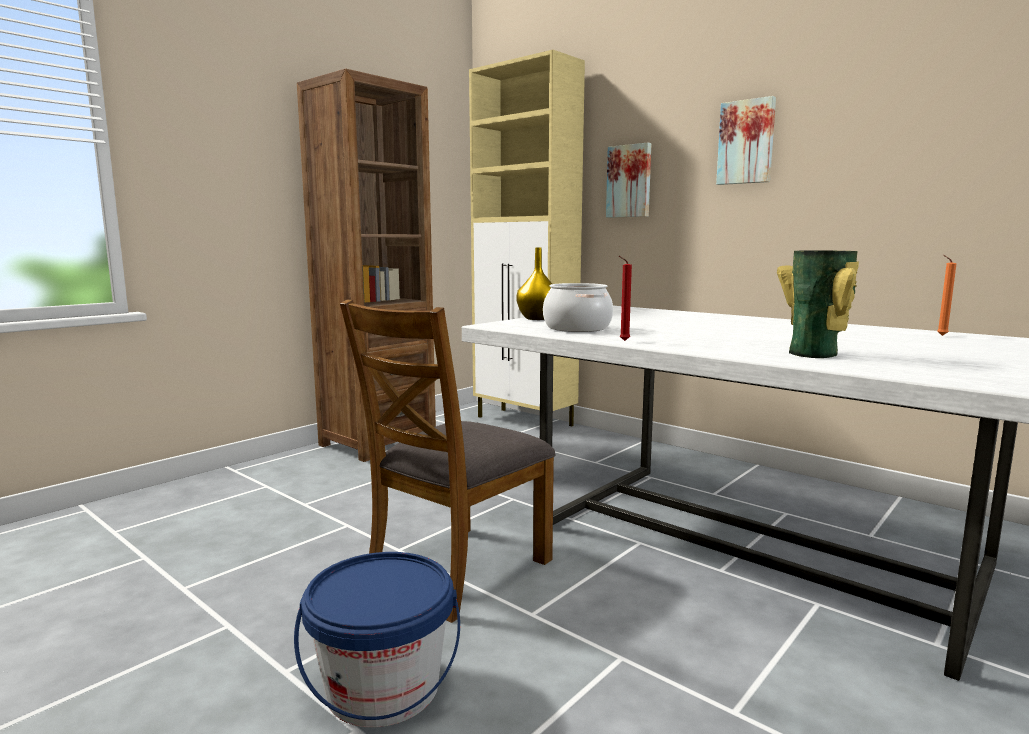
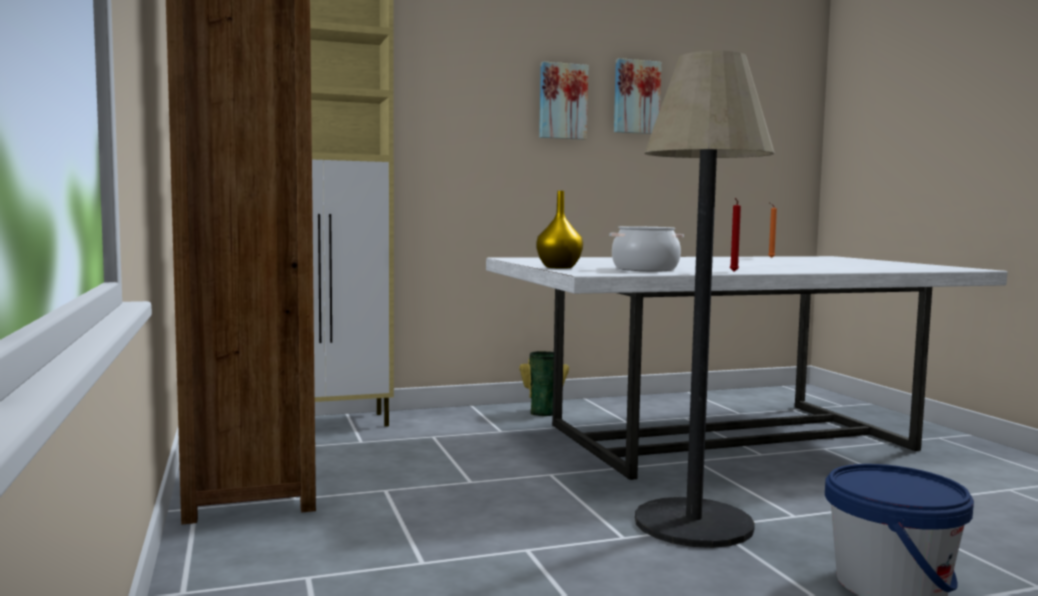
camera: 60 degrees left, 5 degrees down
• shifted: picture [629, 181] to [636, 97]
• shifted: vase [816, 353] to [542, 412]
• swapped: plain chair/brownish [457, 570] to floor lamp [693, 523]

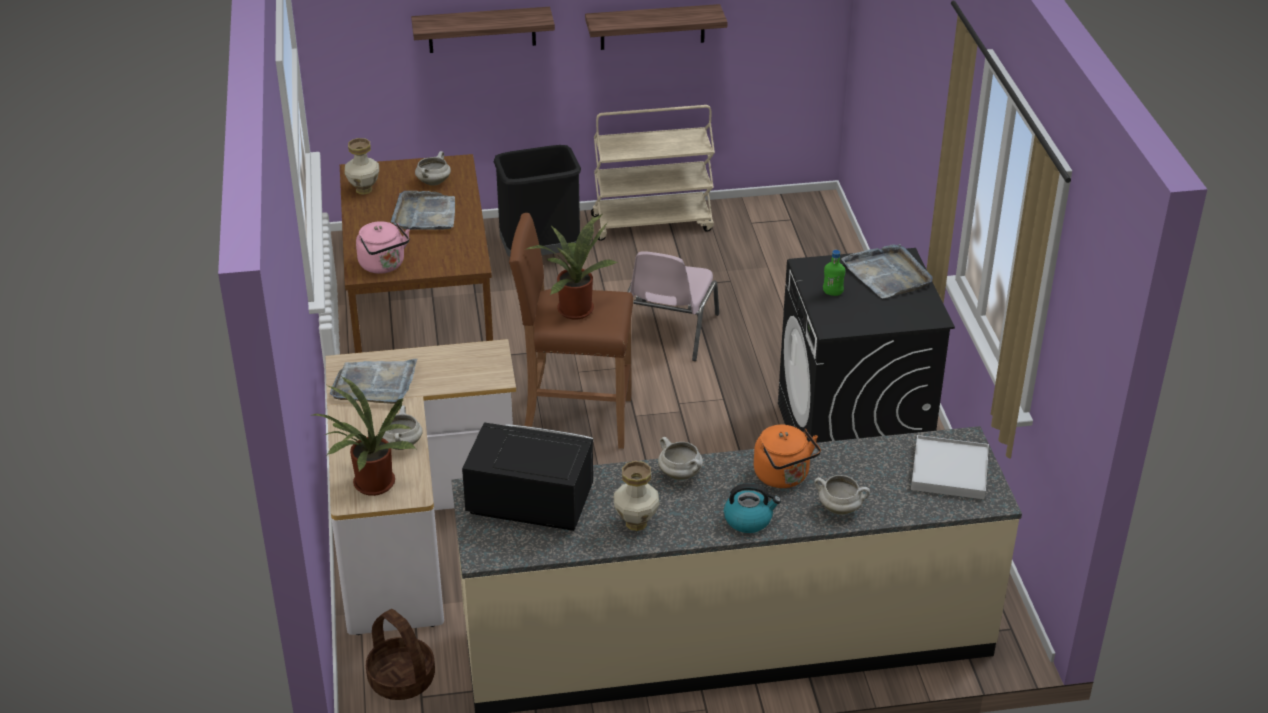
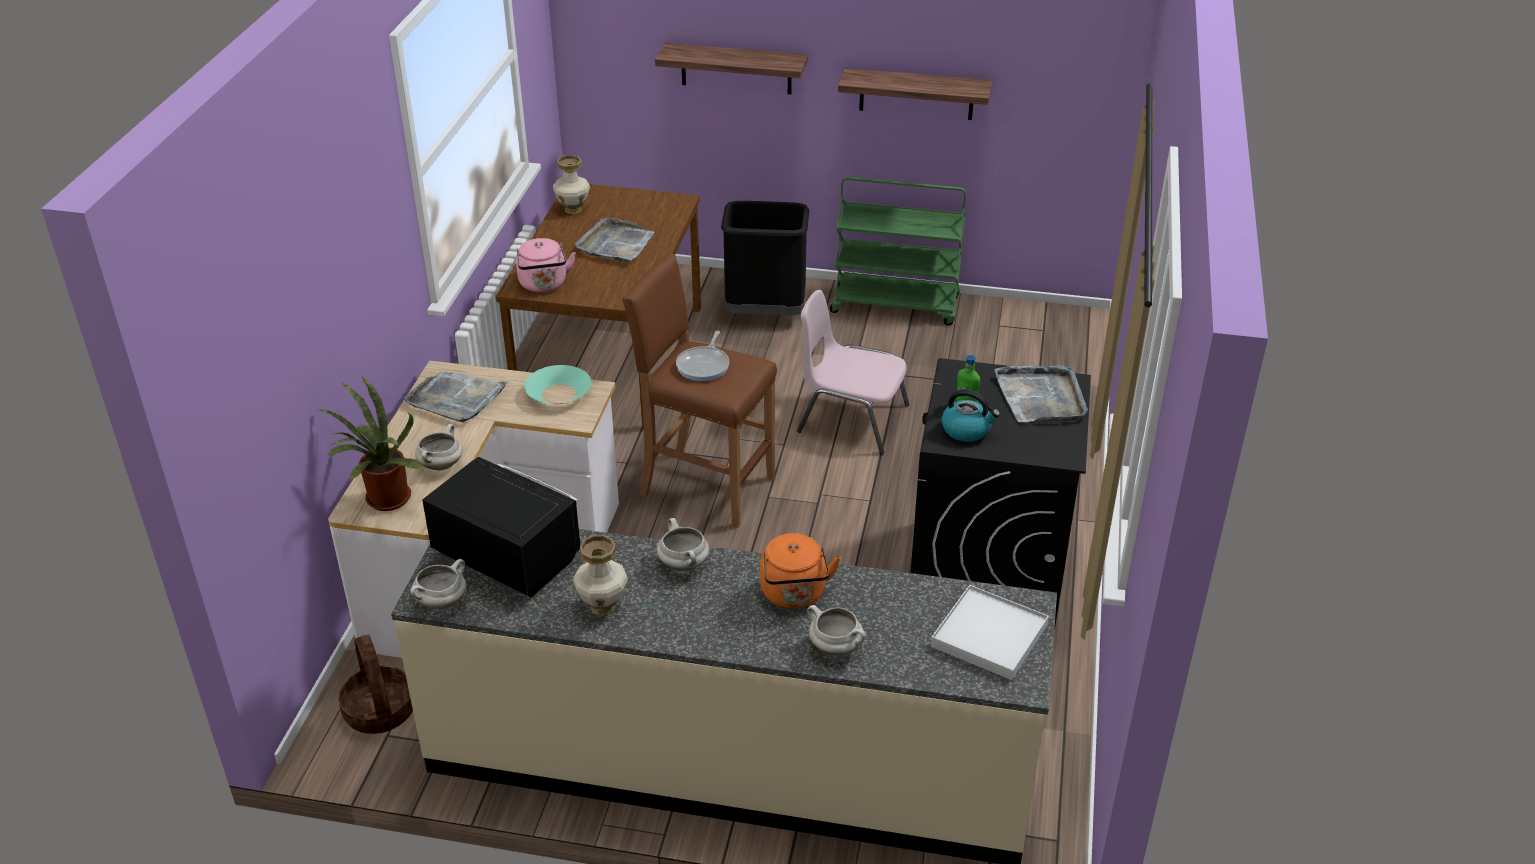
camera: 20 degrees right, 0 degrees up
• new: bowl/turquoise-coloured [559, 394]
• shifted: cooking pot/white [433, 182] to [442, 601]
• shifted: kettle [749, 519] to [967, 430]
• swapped: plant in a pot [574, 308] to frying pan [704, 365]
• repainted: trolley/beige-coloured [652, 222] to trolley/greenish [896, 305]
• rotated: plain chair/pink-coloured [669, 332] = [851, 418] 75 degrees clockwise

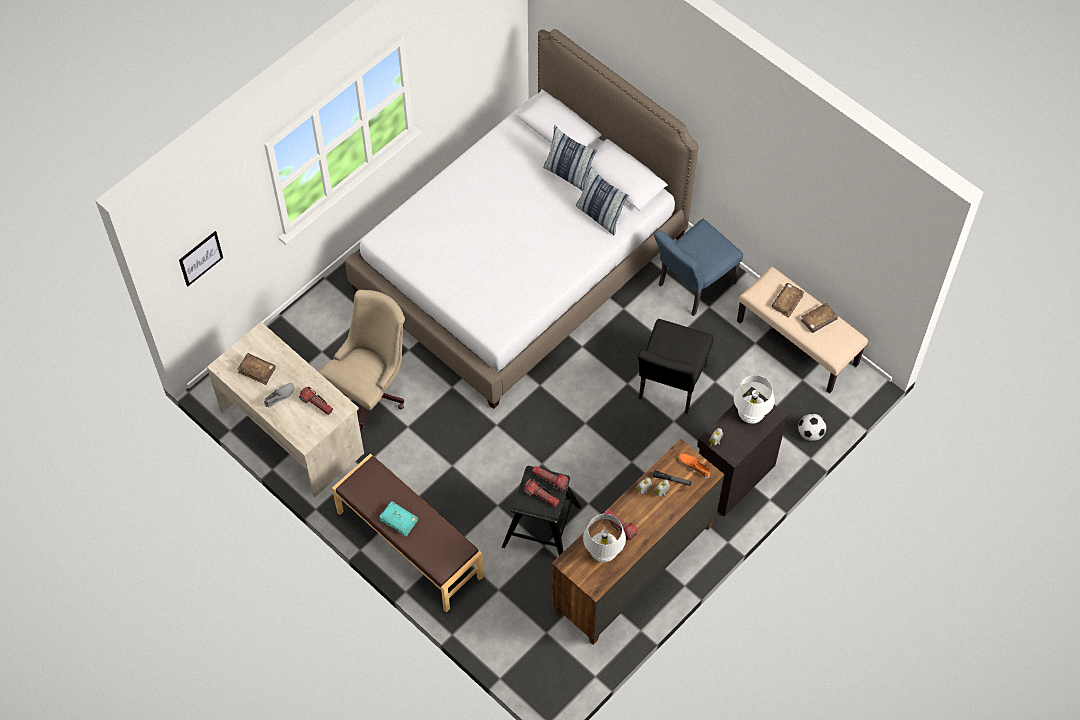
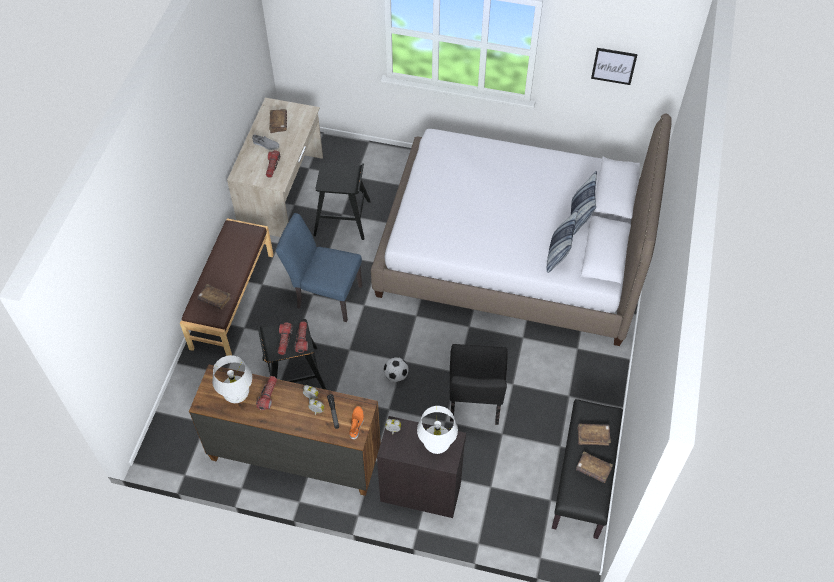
camera: 60 degrees right, 5 degrees down
• gone: bound book/turquoise-coloured [399, 520]
• new: bound book/brownish [214, 299]
• shifted: picture [200, 258] to [613, 66]
• shifted: plain chair/blue [692, 287] to [324, 295]
• shifted: football [810, 433] to [396, 376]
• swapped: office chair/beige-coloured [370, 390] to stool seat/black [343, 218]
• repainted: long seat/beige-coloured [798, 343] to long seat/black [584, 479]
• rotated: plain chair/black [670, 386] = [474, 403] 75 degrees counterclockwise

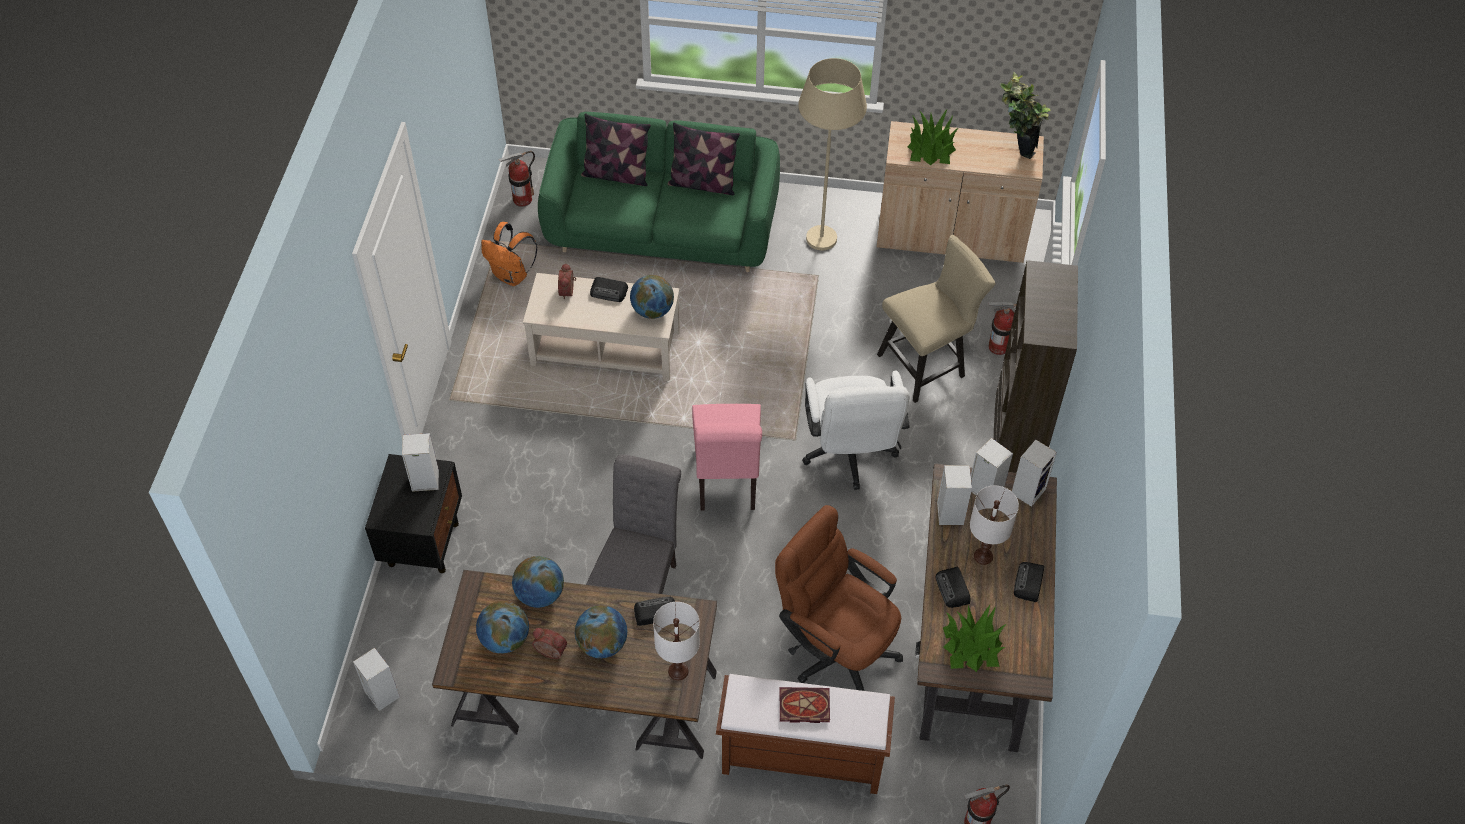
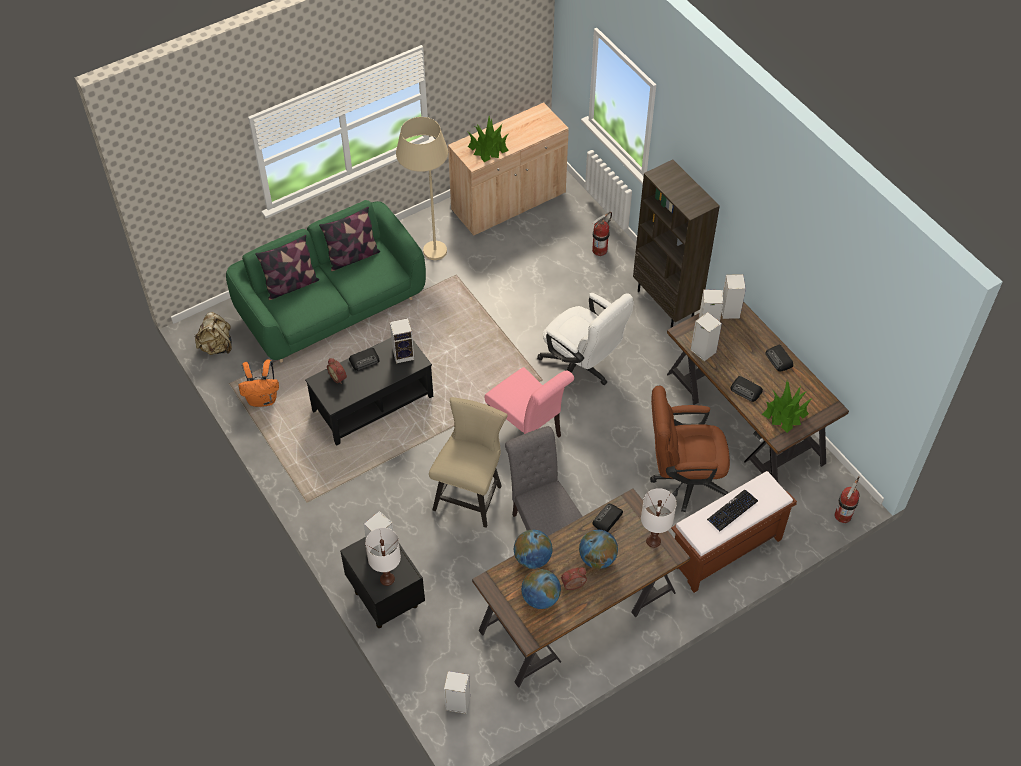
camera: 40 degrees left, 0 degrees up
• gone: plant in a pot [1015, 149]
• shifted: plain chair/beige-coloured [927, 364] to [470, 494]
• shifted: tabletop lamp/white [983, 556] to [387, 578]
• swapped: fire extinguisher [522, 199] to rucksack/beige-coloured [216, 346]
• swapped: world globe [652, 311] to speaker [404, 354]
• swapped: bound book [803, 707] to PC keyboard [732, 511]
• repainted: low table/beige-coloured [606, 348] to low table/black [373, 403]

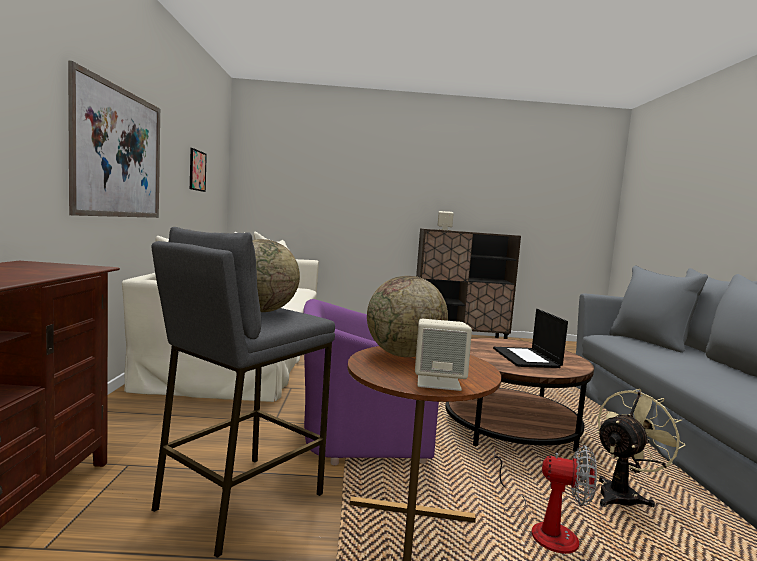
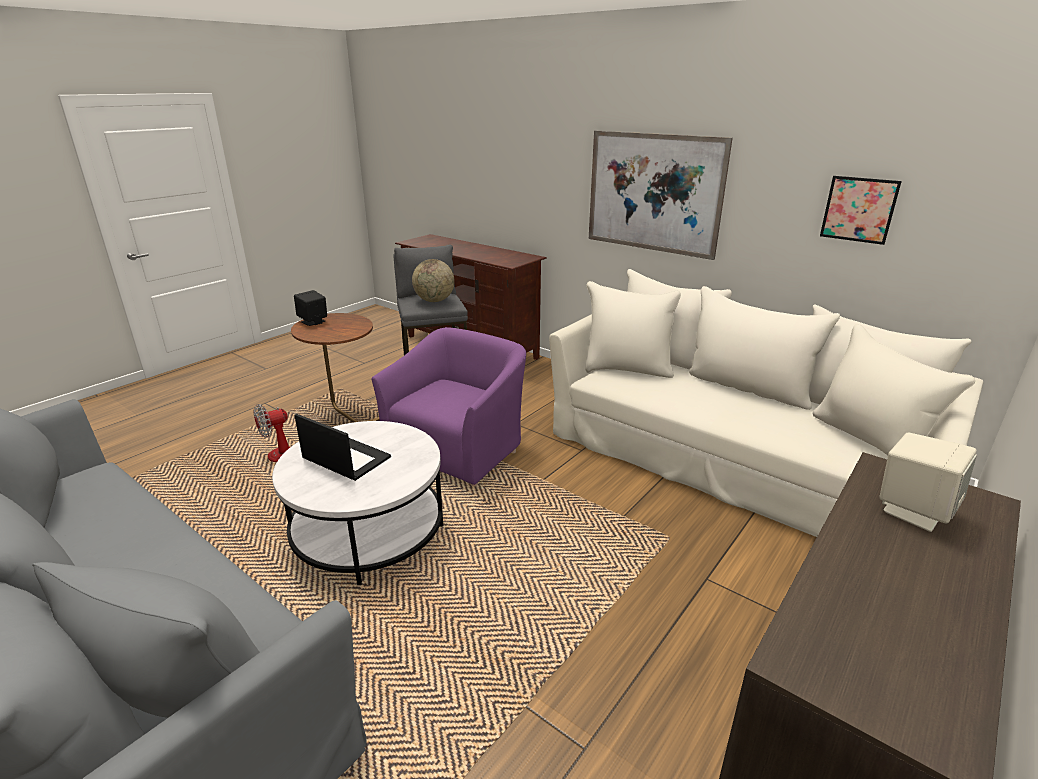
camera: 130 degrees right, 20 degrees up
• gone: world globe [404, 355]
• gone: cooling fan/beige-coloured [623, 495]
• repainted: speaker/beige-coloured [438, 382] to speaker/black [313, 322]
• repainted: low table/brownish [510, 428] to low table/white [368, 531]

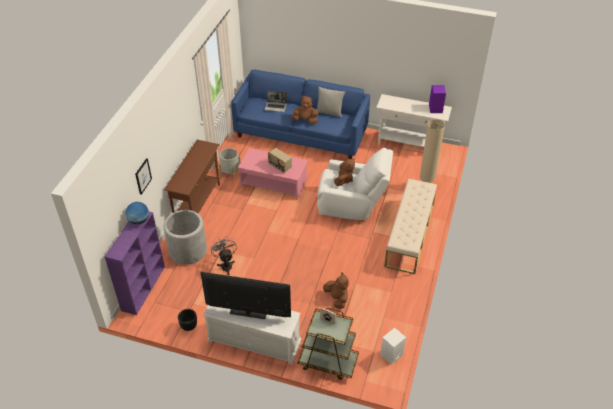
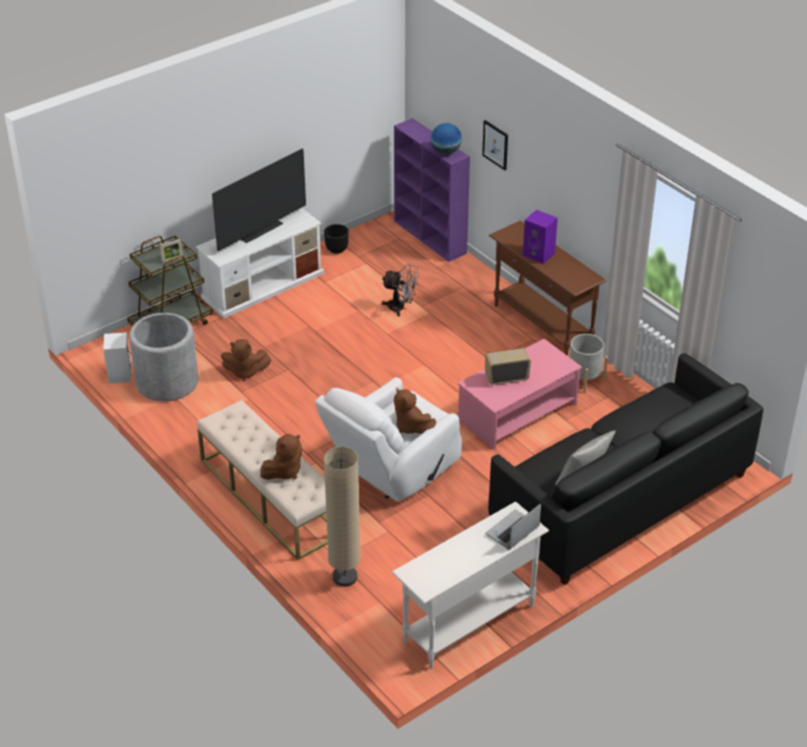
camera: 125 degrees right, 5 degrees down
• shifted: flower pot/grey [187, 250] to [167, 382]
• shifted: laptop [276, 107] to [512, 531]
• shifted: soft toy/brownish [305, 120] to [284, 471]
• shifted: speaker/purple-coloured [435, 108] to [539, 254]
• repainted: settee/blue [301, 133] to settee/black [621, 499]

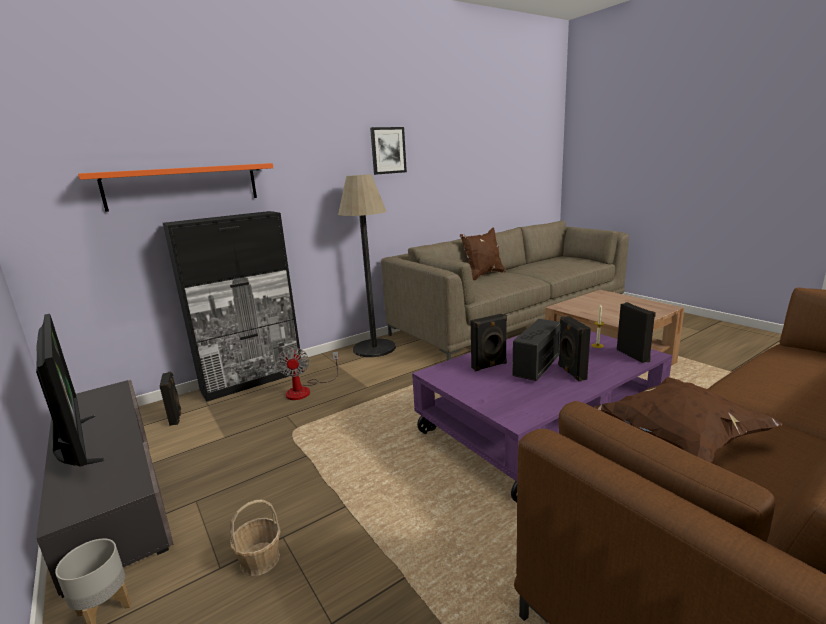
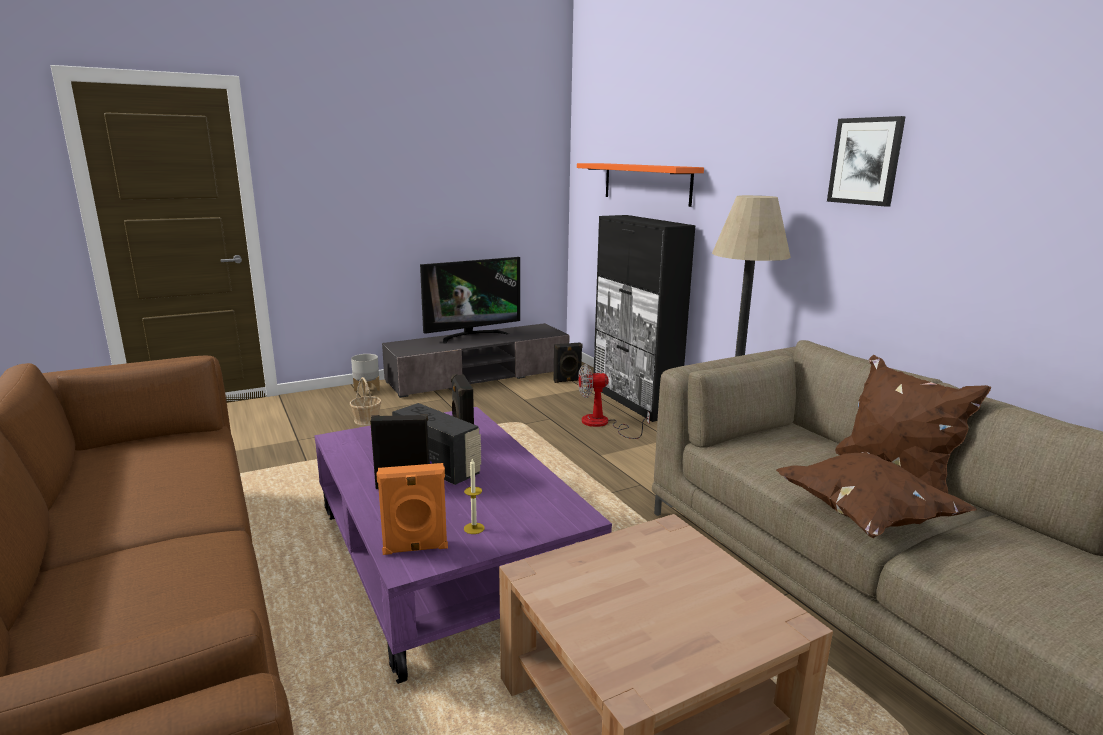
camera: 95 degrees right, 0 degrees up
• shifted: cushion/brownish [679, 439] to [864, 516]
• repainted: speaker/black [633, 355] to speaker/orange [415, 548]

